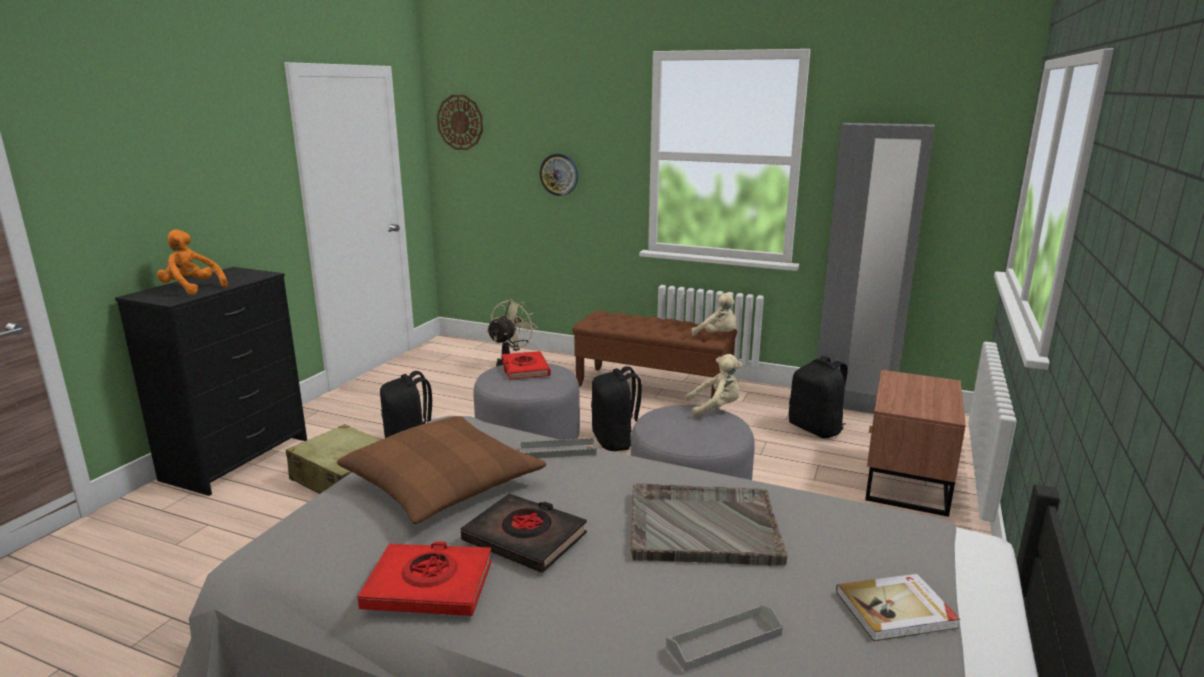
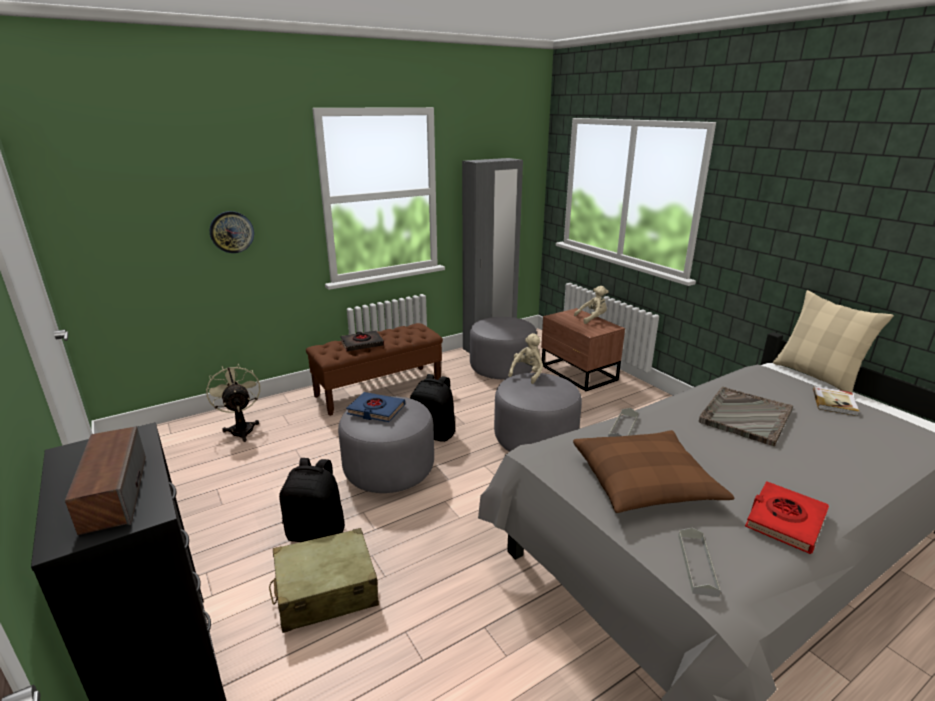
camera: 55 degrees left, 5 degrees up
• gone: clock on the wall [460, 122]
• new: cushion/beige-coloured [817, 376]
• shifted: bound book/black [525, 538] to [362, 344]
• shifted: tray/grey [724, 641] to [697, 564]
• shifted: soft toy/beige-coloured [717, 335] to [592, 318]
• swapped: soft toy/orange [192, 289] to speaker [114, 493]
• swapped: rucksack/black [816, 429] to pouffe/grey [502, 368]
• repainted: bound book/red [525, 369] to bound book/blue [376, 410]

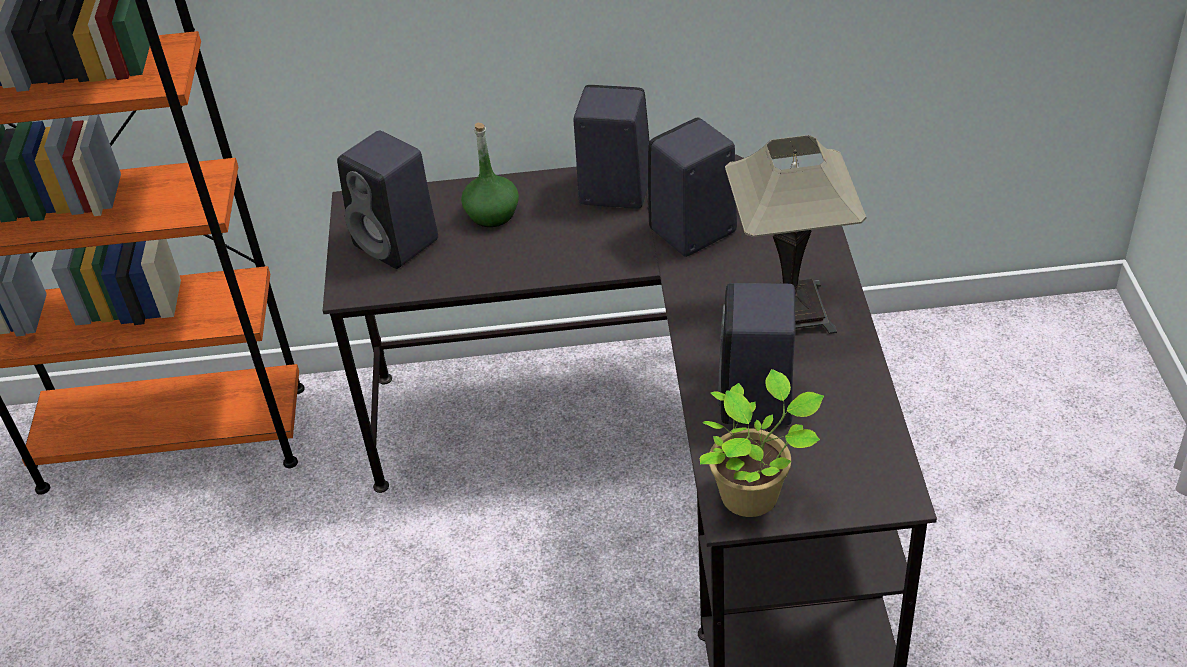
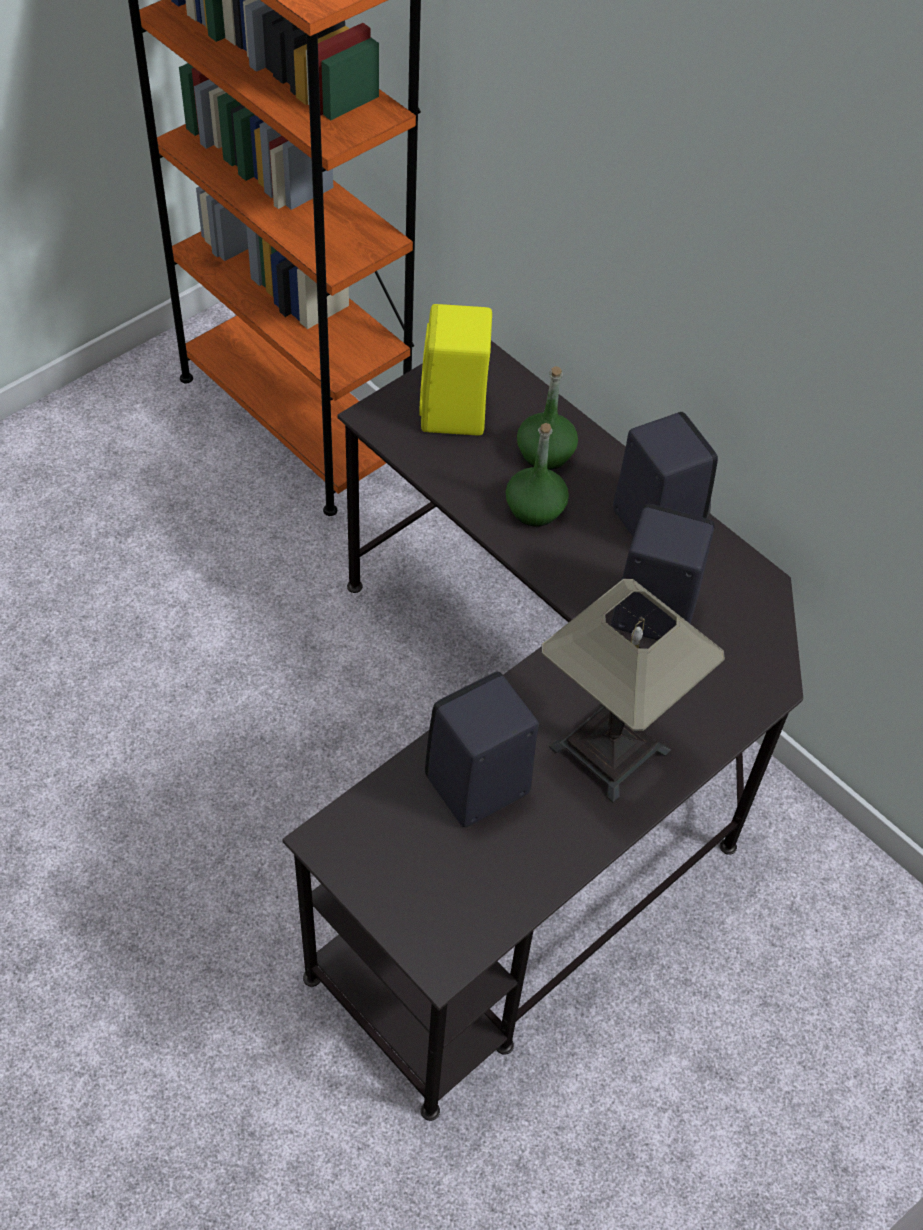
camera: 45 degrees right, 10 degrees up
• gone: plant in a pot [754, 495]
• new: bottle/greenish [535, 509]
• repainted: speaker/black [398, 243] to speaker/yellow-coloured [454, 413]

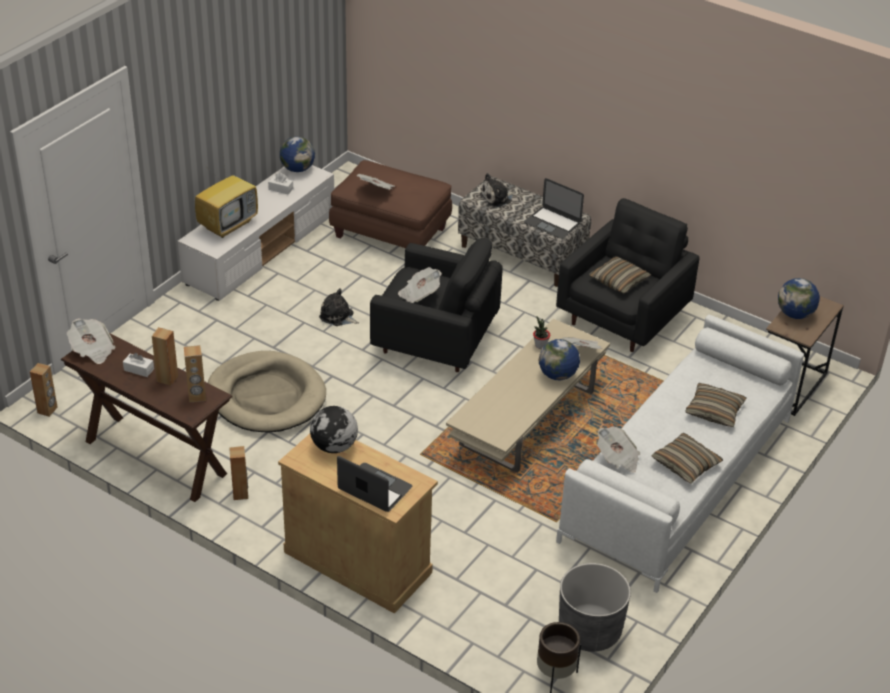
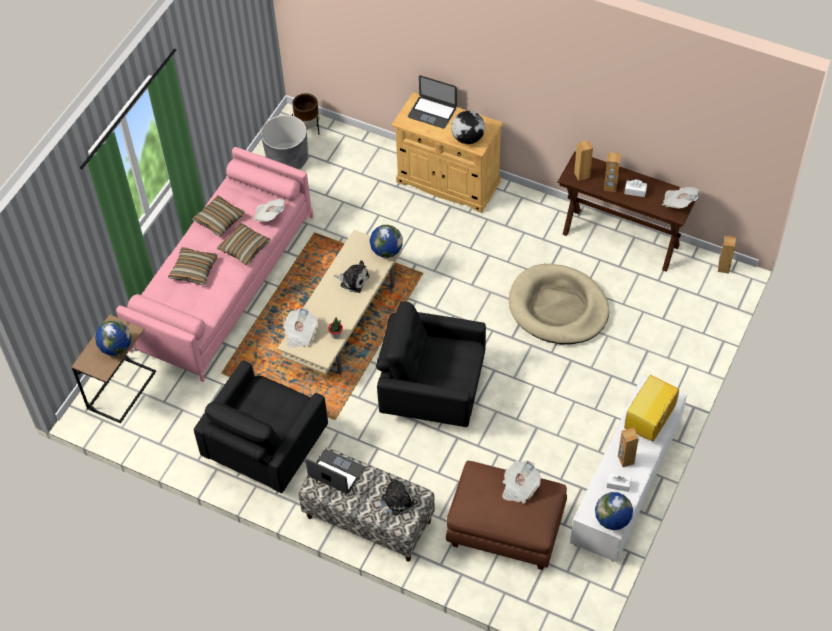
camera: 175 degrees right, 15 degrees up
• gone: printed paper [419, 294]
• shifted: speaker/brownish [240, 493] to [625, 460]
• shifted: soft toy [338, 317] to [353, 280]
• shifted: world globe [557, 375] to [386, 251]
• shifted: cushion [619, 281] to [244, 248]
• repainted: settee/white [678, 478] to settee/pink-coloured [224, 282]

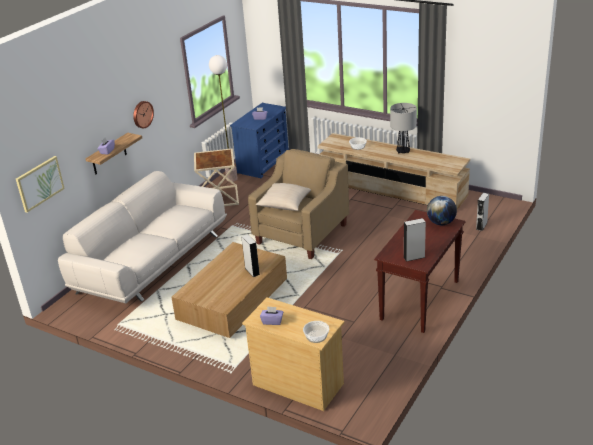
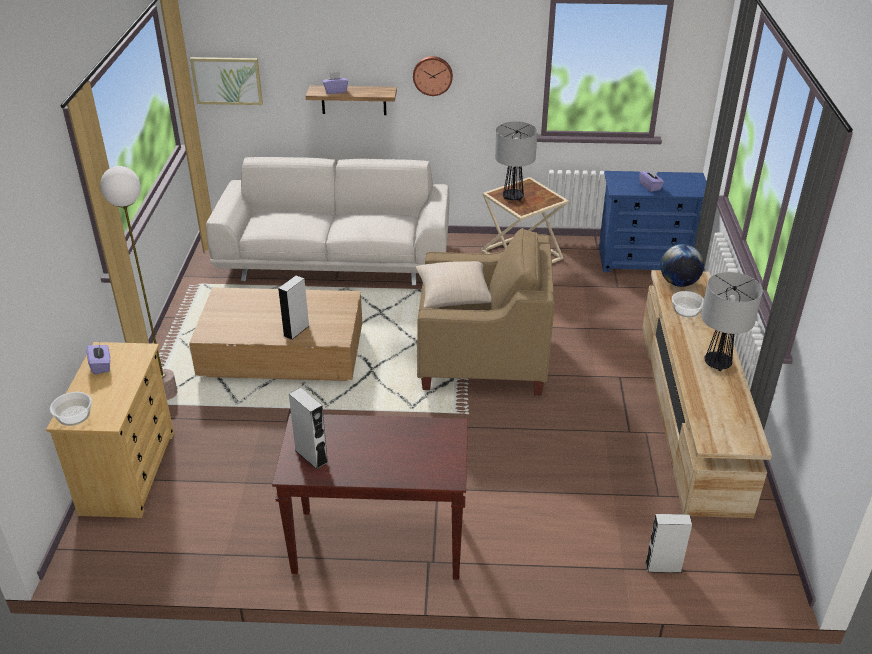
camera: 60 degrees right, 5 degrees up
• new: tabletop lamp [513, 197]
• shifted: floor lamp [231, 179] to [166, 393]
• shifted: world globe [441, 223] to [678, 283]

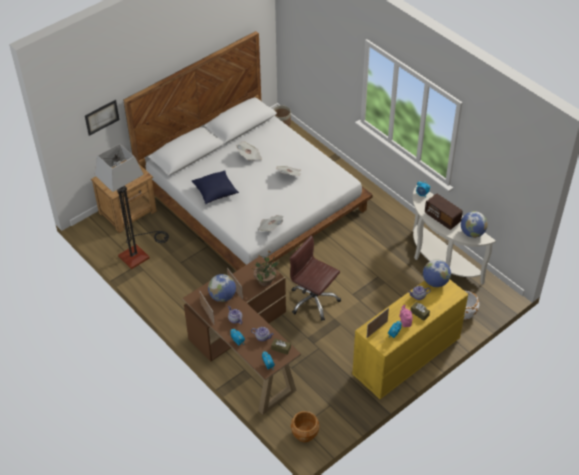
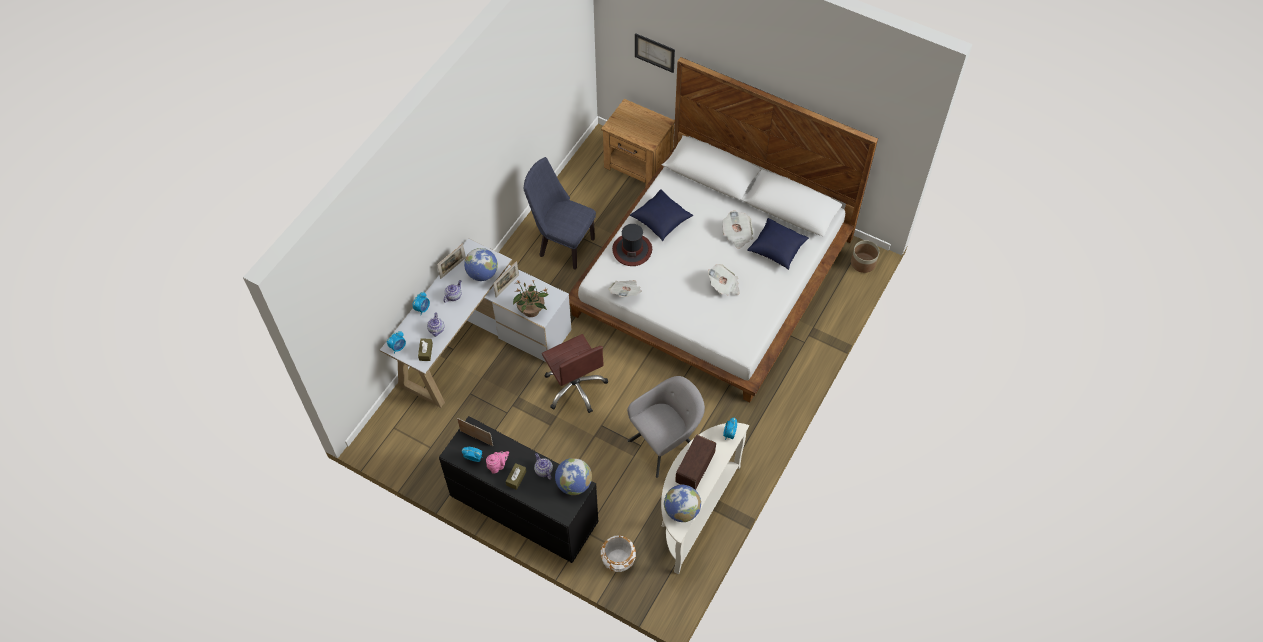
camera: 70 degrees right, 10 degrees up
• gone: floor lamp [139, 252]
• gone: flower pot/brownish [304, 434]
• new: plain chair/blue [562, 245]
• new: clothing hat [632, 250]
• new: armchair/grey [666, 443]
• new: cushion/blue [776, 249]
• repainted: desk table/brownish [246, 351] to desk table/white [479, 342]
• repainted: drawer chest/yellow-coloured [405, 357] to drawer chest/black [523, 509]
• rotated: office chair/brownish [313, 301] = [575, 387] 135 degrees clockwise

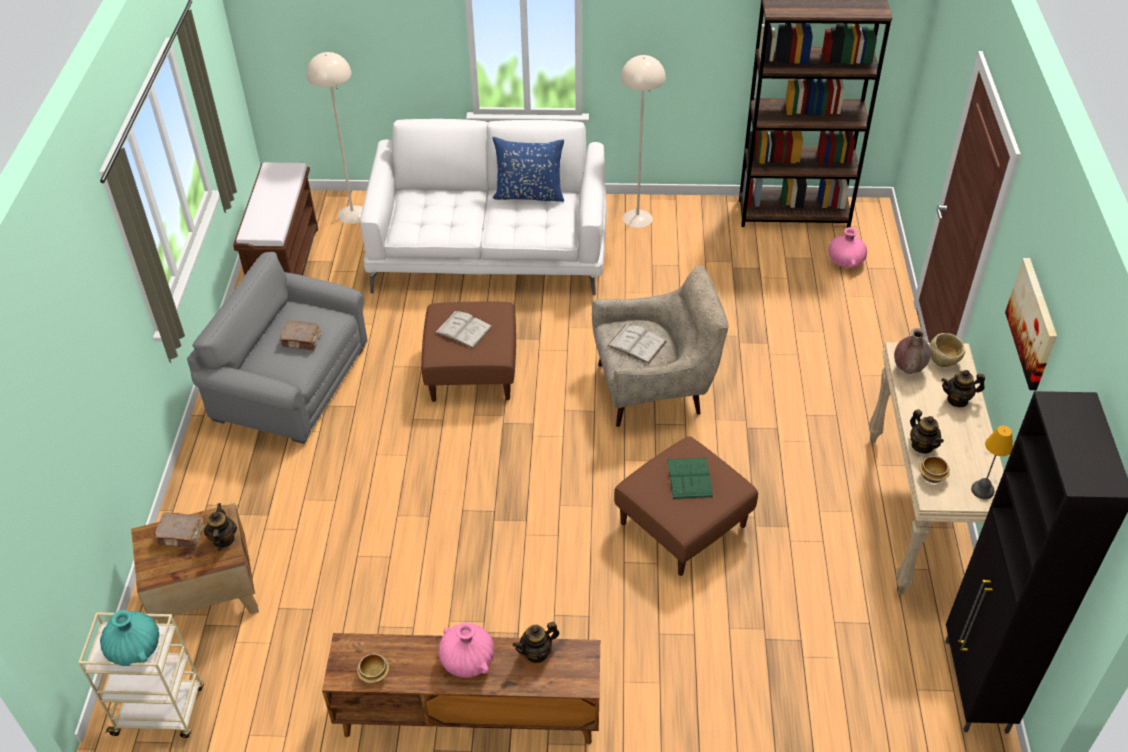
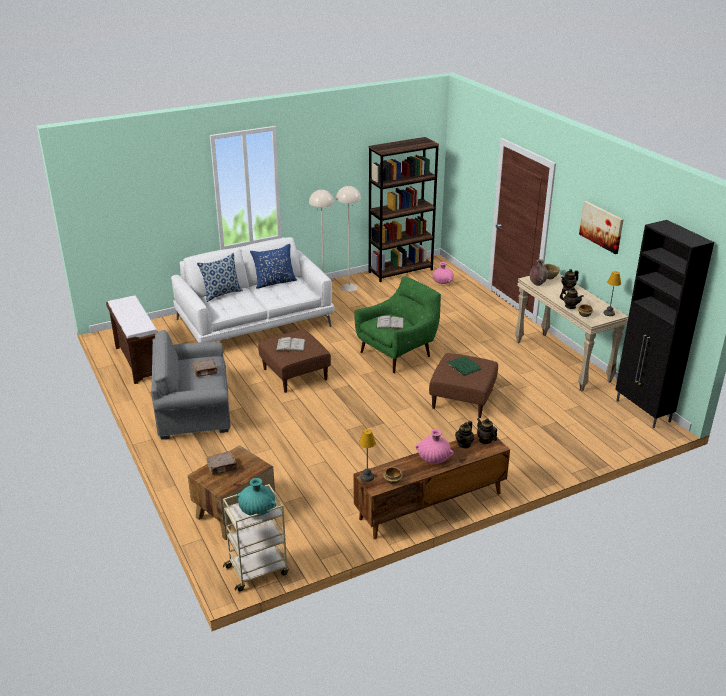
camera: 30 degrees left, 15 degrees down
• new: cushion [222, 294]
• new: tabletop lamp [366, 477]
• shifted: teapot [223, 540] to [485, 440]
• shifted: floor lamp/beige-coloured [353, 214] to [349, 287]
• repainted: armchair/beige-coloured [655, 388] to armchair/greenish [398, 353]

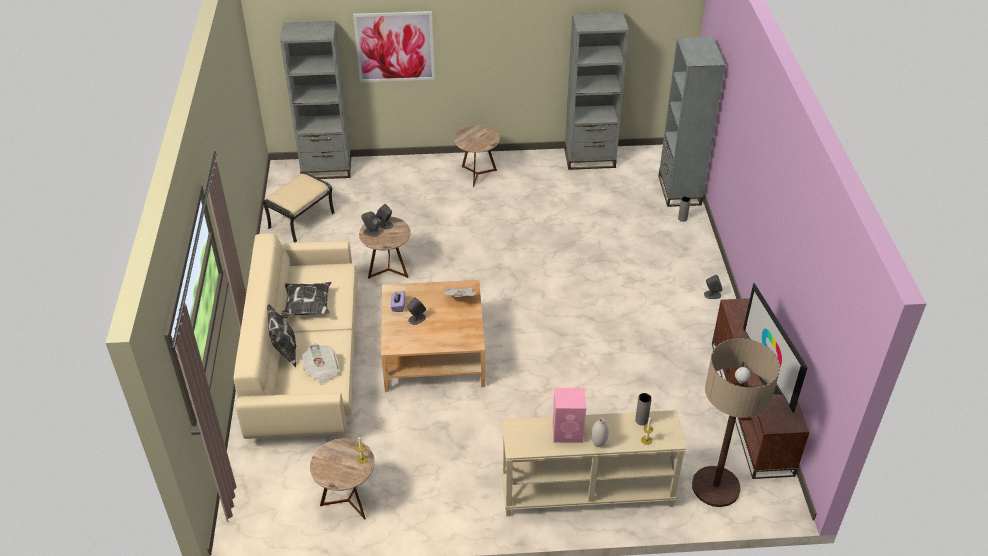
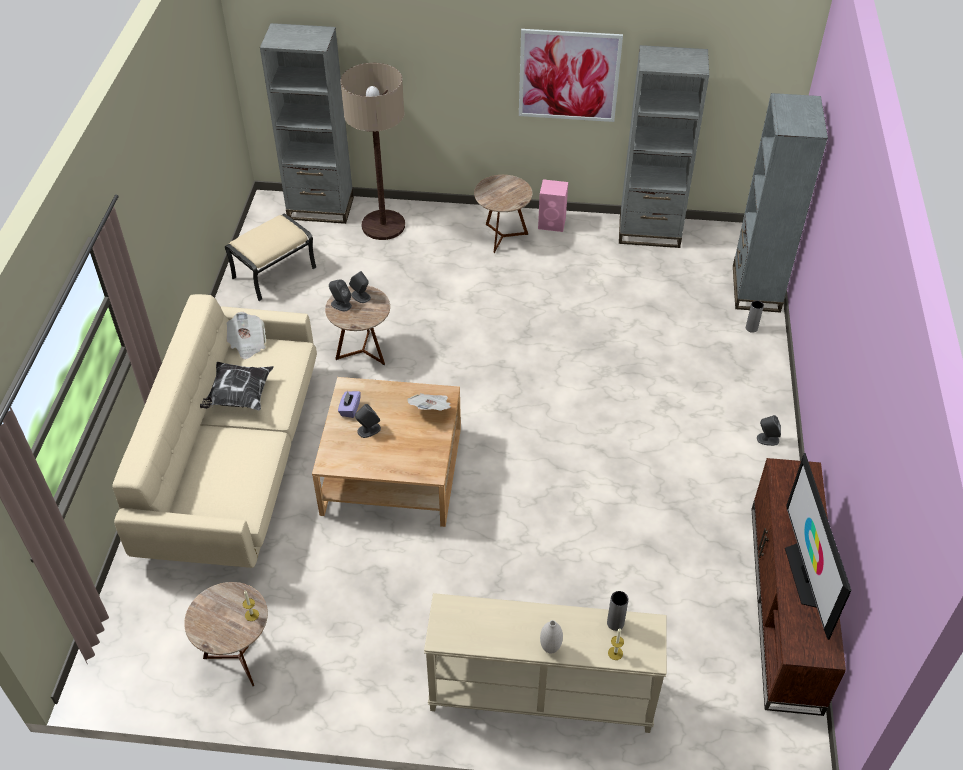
camera: 10 degrees right, 5 degrees up
• gone: cushion [285, 352]
• shifted: printed paper [321, 371] to [247, 343]
• shifted: picture [395, 46] to [569, 75]
• shifted: speaker/pink-coloured [568, 432] to [552, 223]
• shifted: floor lamp [715, 487] to [383, 225]

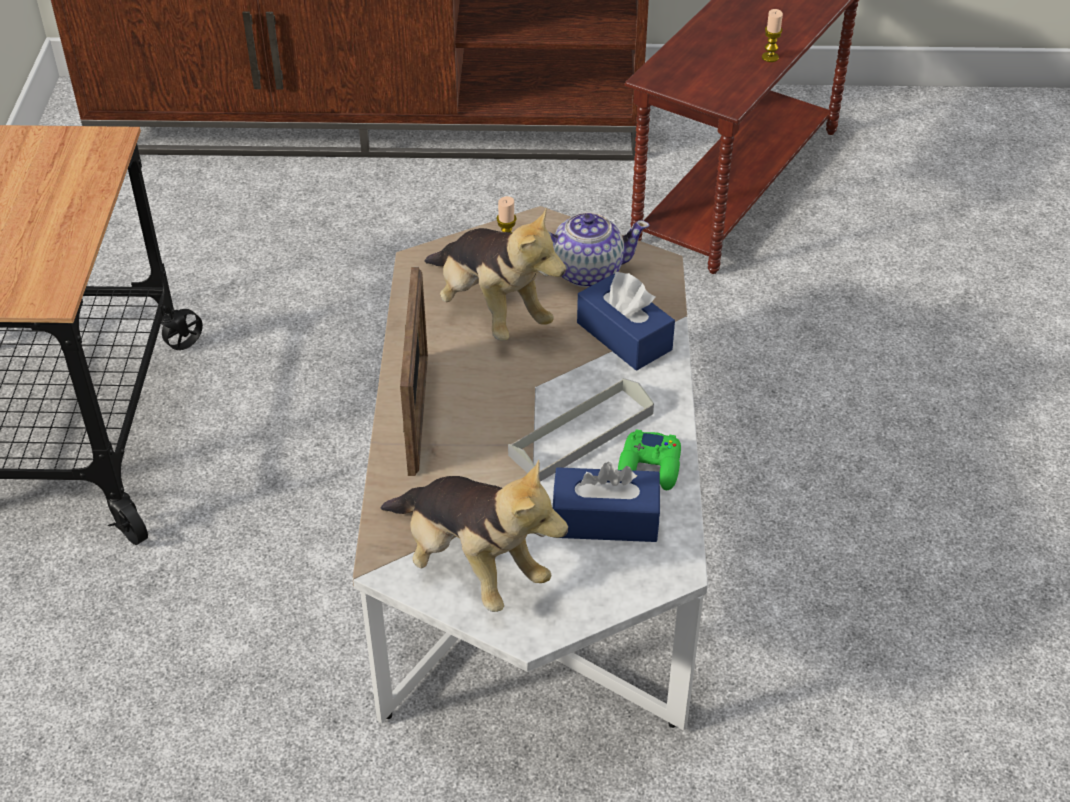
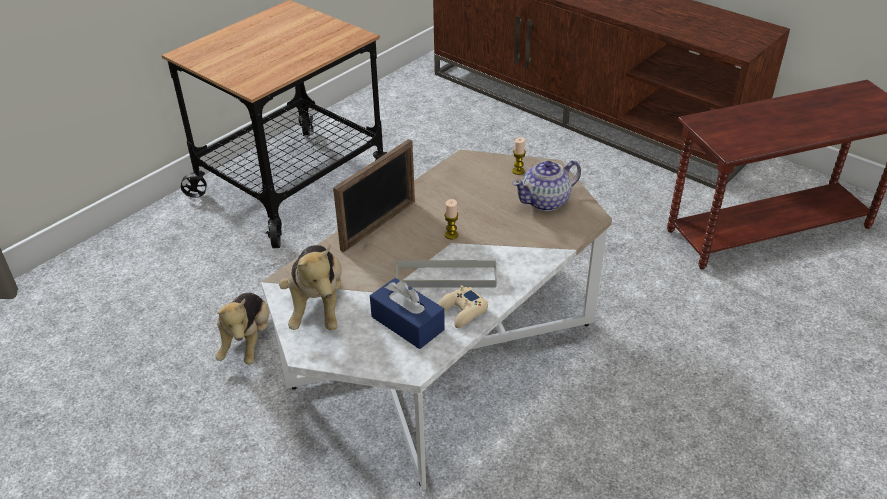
camera: 40 degrees right, 5 degrees down
• gone: tissue box/blue [624, 336]
• shifted: soft toy [490, 310] to [247, 342]
• shifted: candle [770, 57] to [451, 235]
• repainted: gamepad/greenish [650, 466] to gamepad/beige-coloured [462, 311]
• rotated: teapot [586, 271] = [546, 201] 120 degrees clockwise

